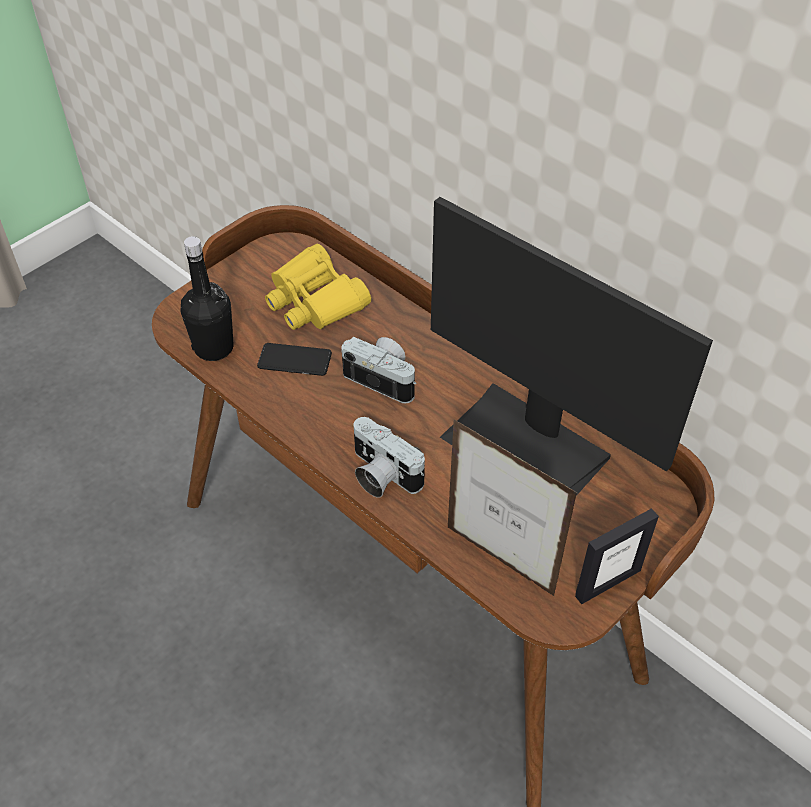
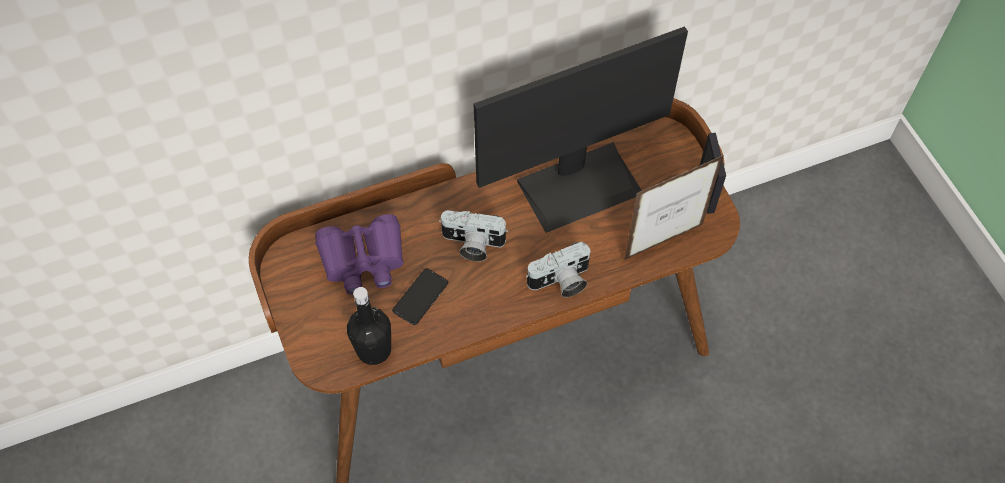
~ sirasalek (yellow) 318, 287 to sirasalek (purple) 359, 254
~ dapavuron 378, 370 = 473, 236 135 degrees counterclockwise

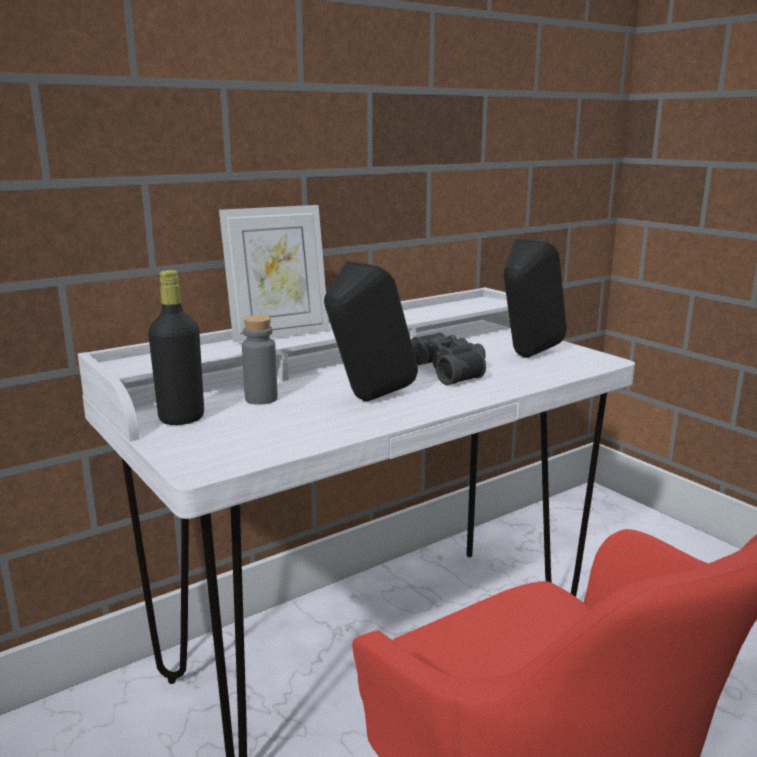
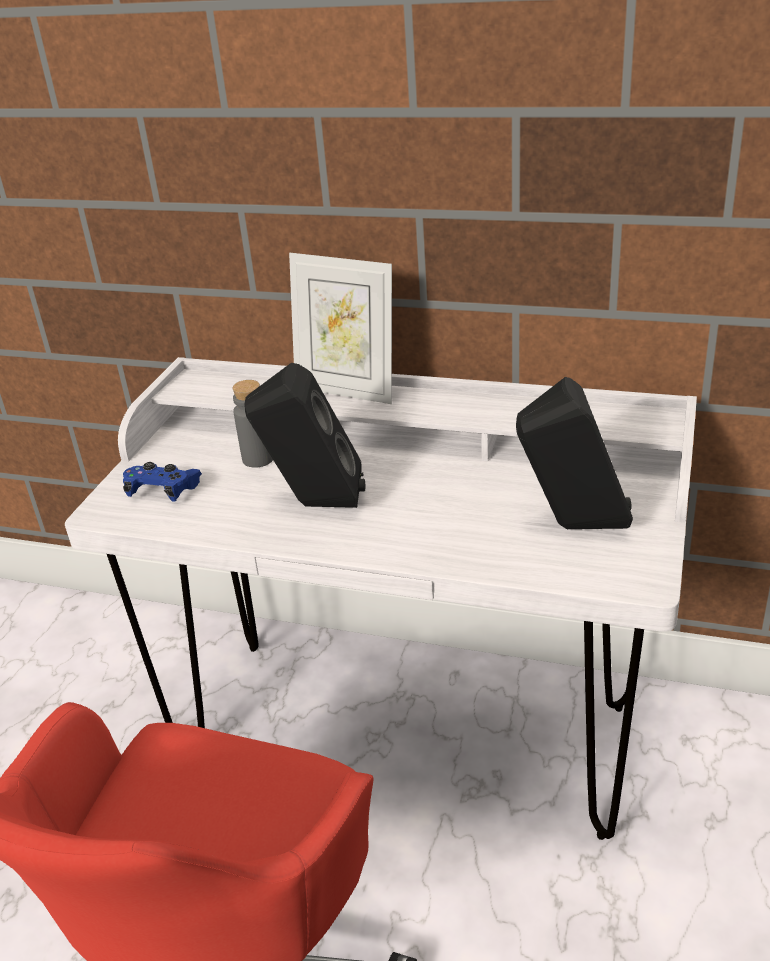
- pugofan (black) 176, 347
- sirasalek (black) 448, 358
+ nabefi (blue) 162, 481

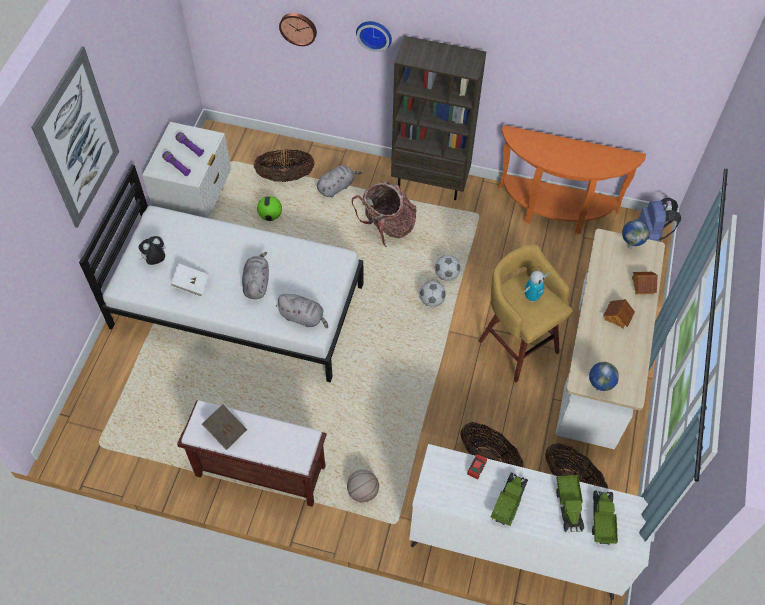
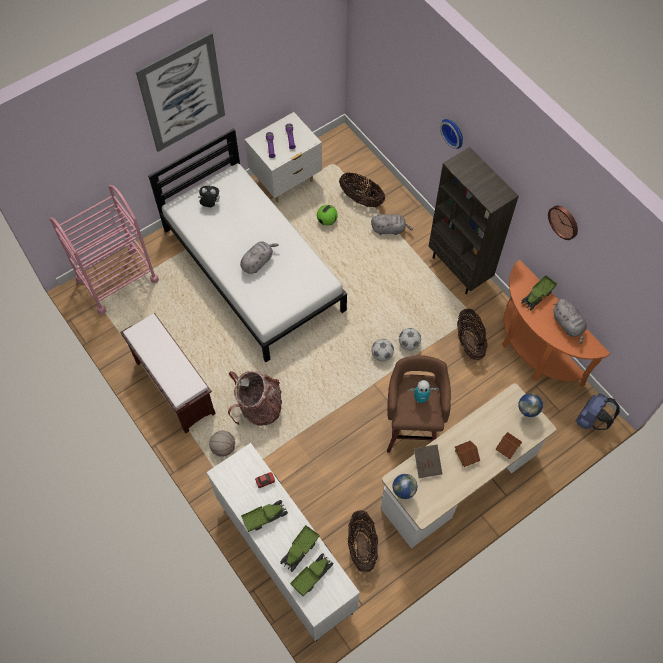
~ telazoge 298, 29 to 563, 222
~ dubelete 384, 214 to 255, 398
~ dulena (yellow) 526, 313 to dulena (brown) 419, 404
- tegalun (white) 190, 280
~ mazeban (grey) 301, 311 to 570, 321
~ tegalun (brown) 224, 427 to 428, 461
~ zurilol 492, 444 to 472, 334
+ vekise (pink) 104, 250
+ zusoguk 539, 293

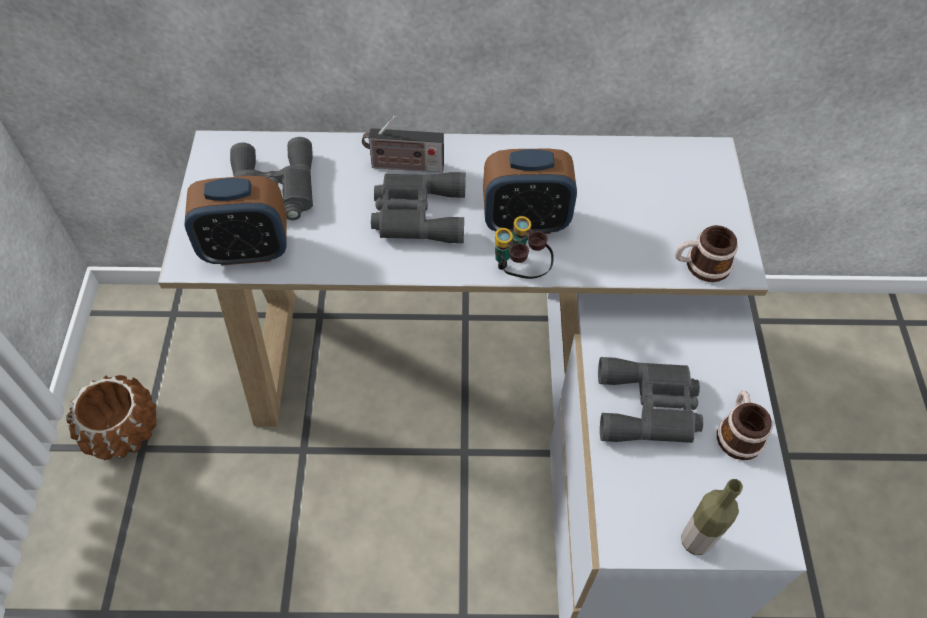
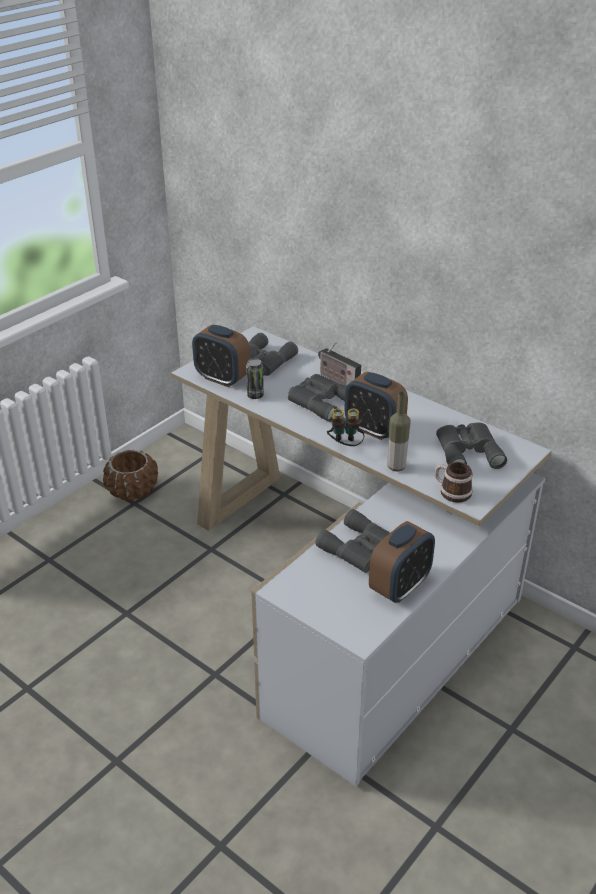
~ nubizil 744, 425 to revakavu 402, 562
~ pugofan 712, 517 to 399, 431
+ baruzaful 255, 378
+ sirasalek (grey) 471, 445

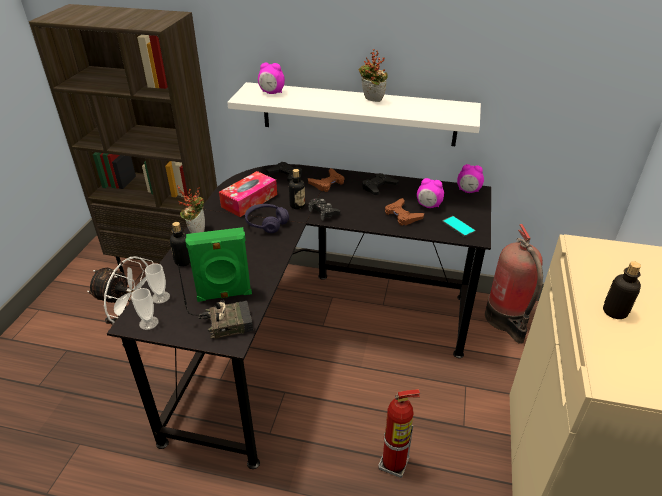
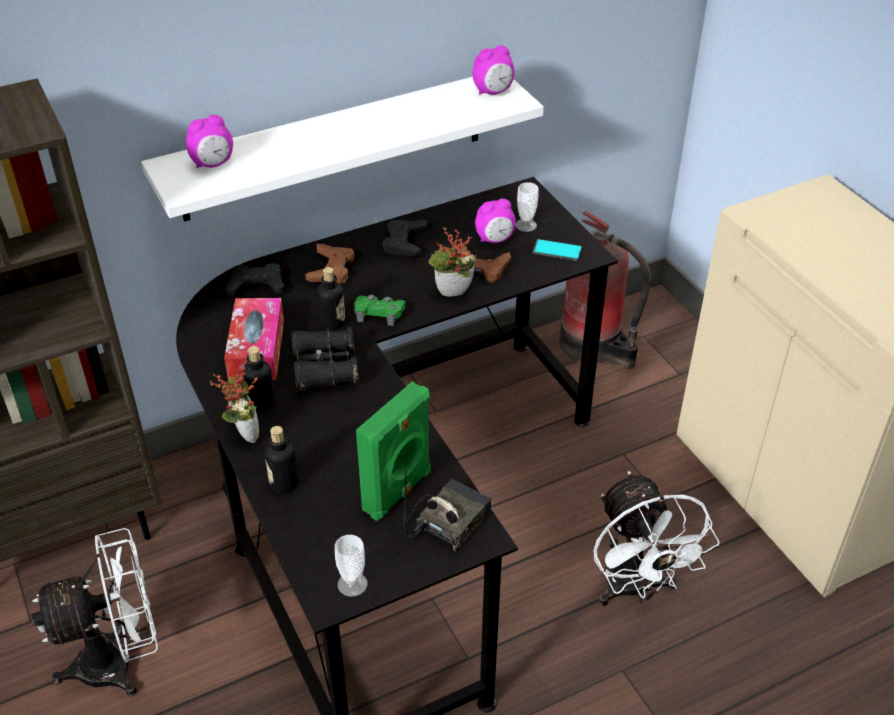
~ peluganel 373, 75 to 452, 262
~ revakavu 470, 178 to 493, 70
~ nabefi (black) 324, 209 to nabefi (green) 379, 310
~ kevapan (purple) 267, 218 to sirasalek (black) 325, 359
~ pugofan 622, 290 to 259, 378
~ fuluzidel 157, 284 to 527, 207
~ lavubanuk 399, 433 to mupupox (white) 657, 539

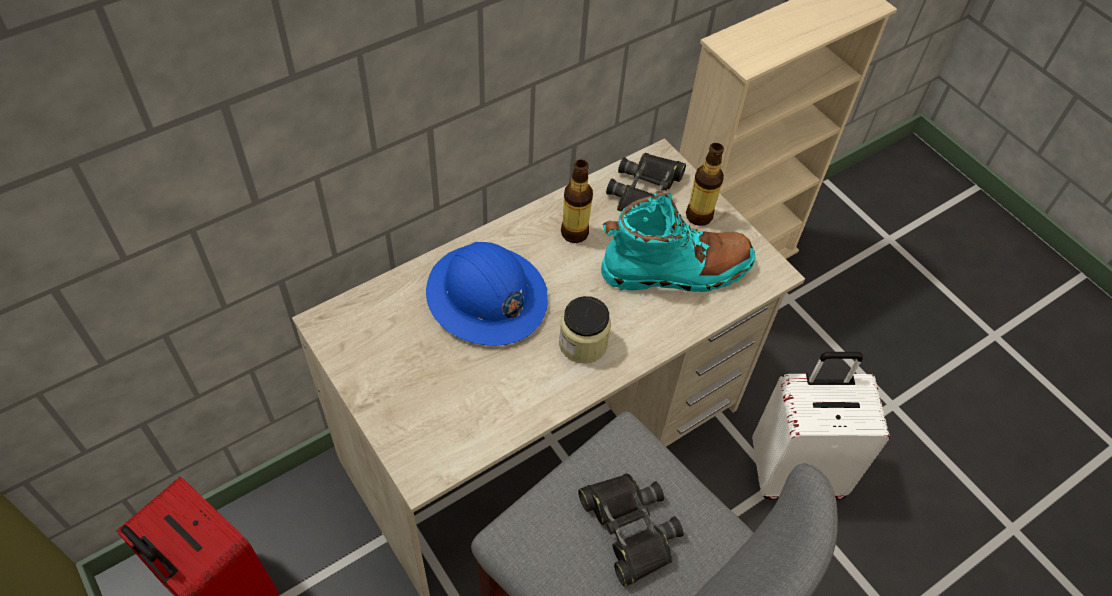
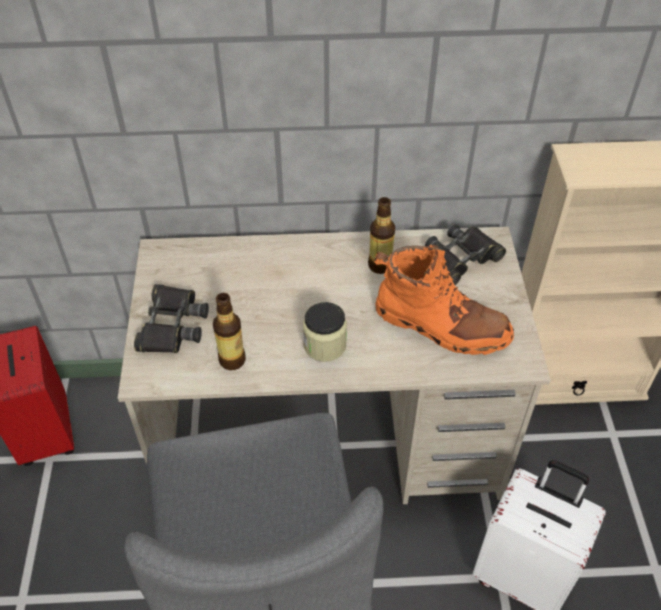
~ pugofan 705, 184 to 229, 331
~ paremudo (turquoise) 678, 241 to paremudo (orange) 444, 300
- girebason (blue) 487, 294
~ sirasalek (black) 631, 530 to 171, 318

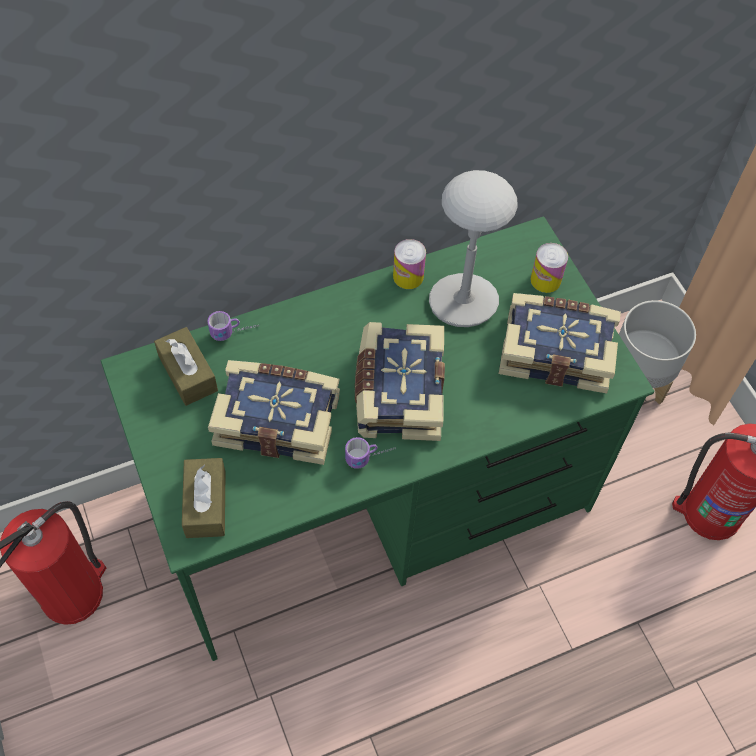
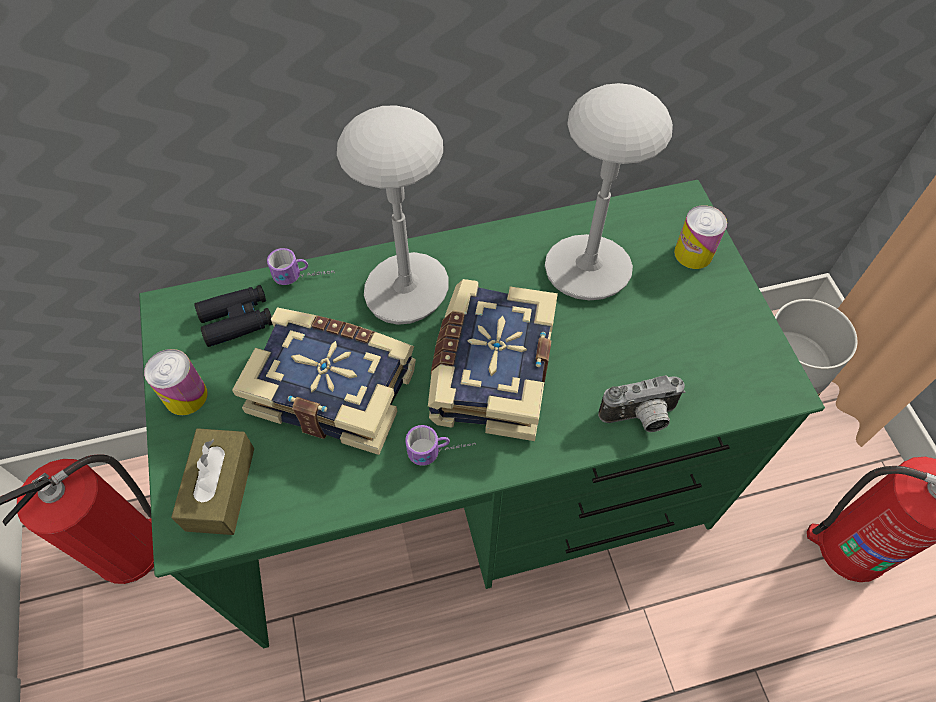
~ baruzaful 409, 264 to 176, 382
- tegalun 559, 343
~ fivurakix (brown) 186, 366 to sirasalek (black) 233, 316
+ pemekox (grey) 393, 215
+ dapavuron 641, 403

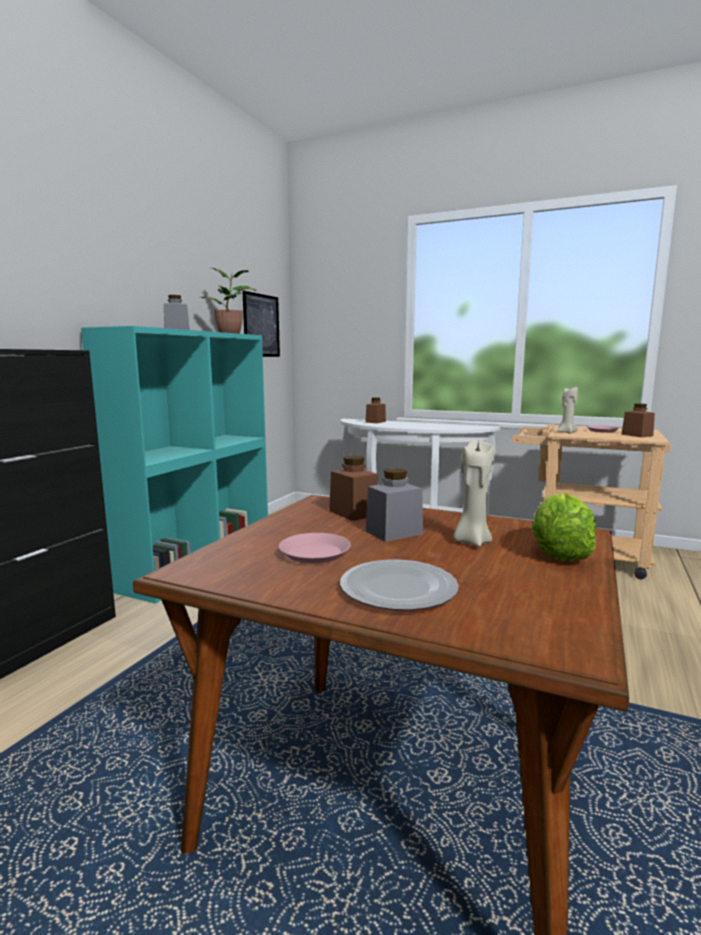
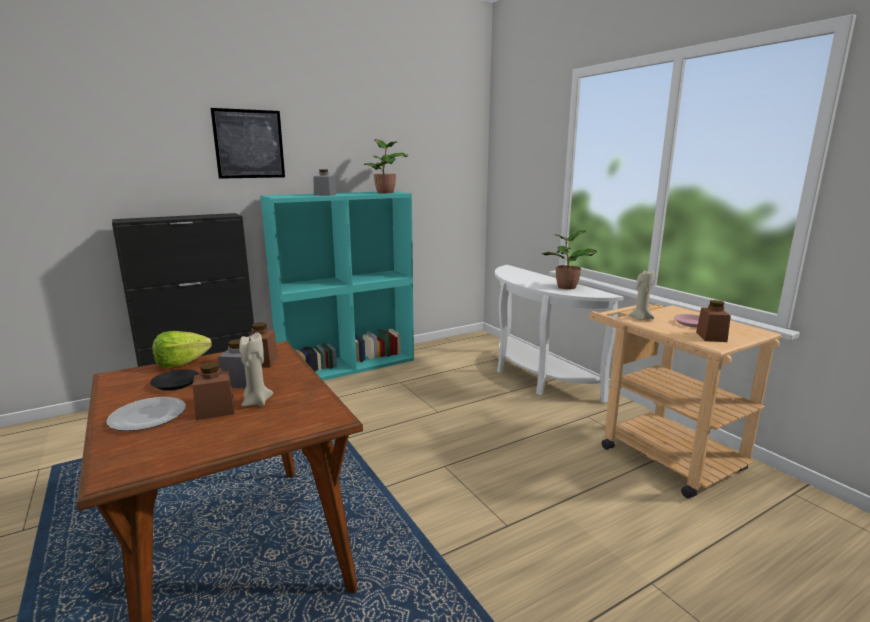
~ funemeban 261, 324 to 247, 143
~ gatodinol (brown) 375, 410 to 214, 391
~ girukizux 563, 527 to 182, 349
~ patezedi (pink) 315, 548 to patezedi (black) 174, 380
+ peluganel 569, 259

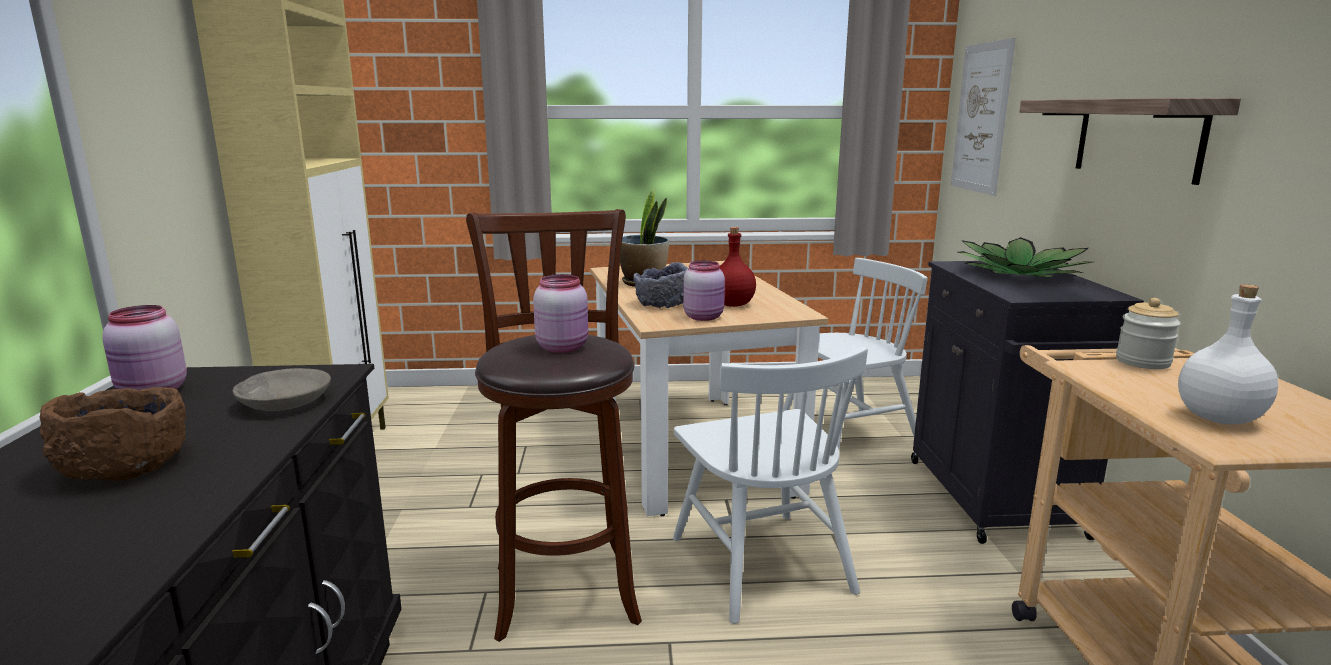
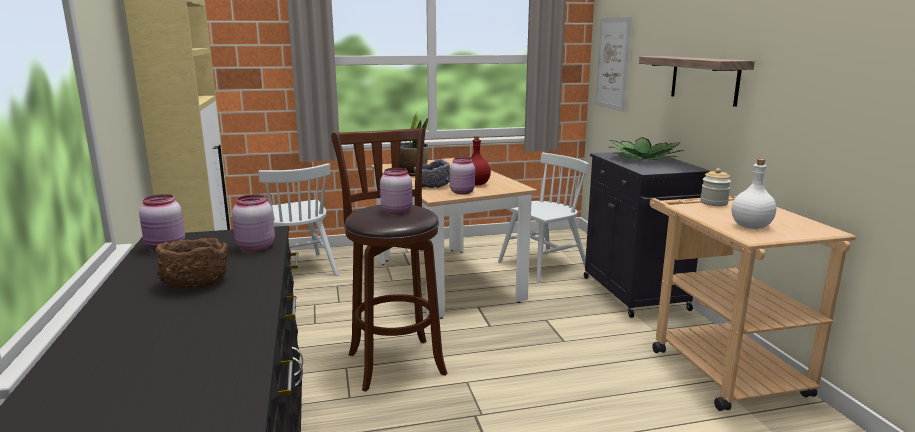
~ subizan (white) 770, 485 to 299, 219
~ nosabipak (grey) 281, 389 to gatodinol (pink) 253, 222

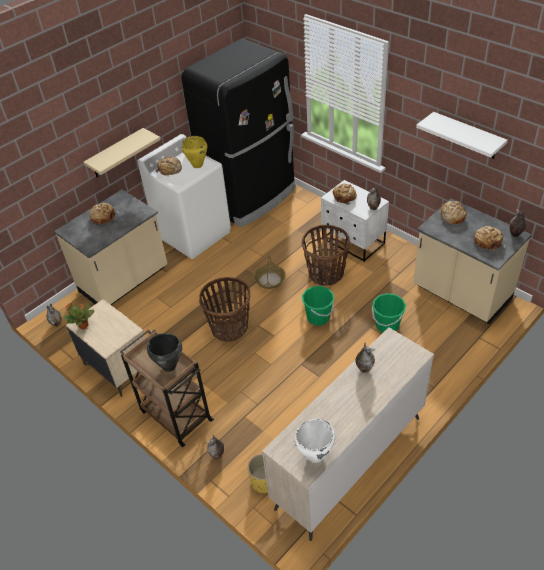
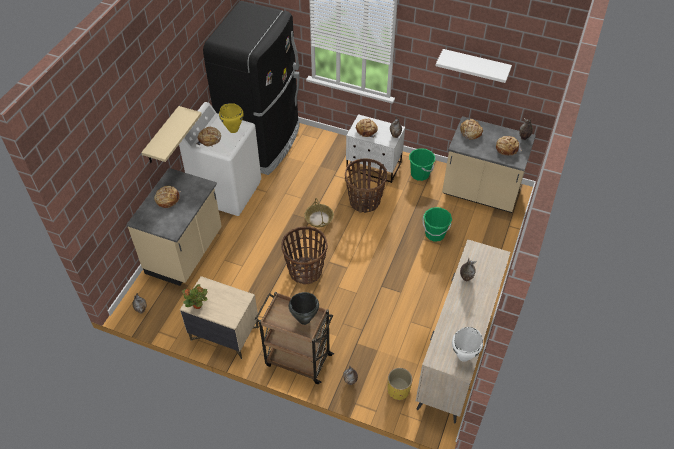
~ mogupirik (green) 318, 306 to 422, 164

